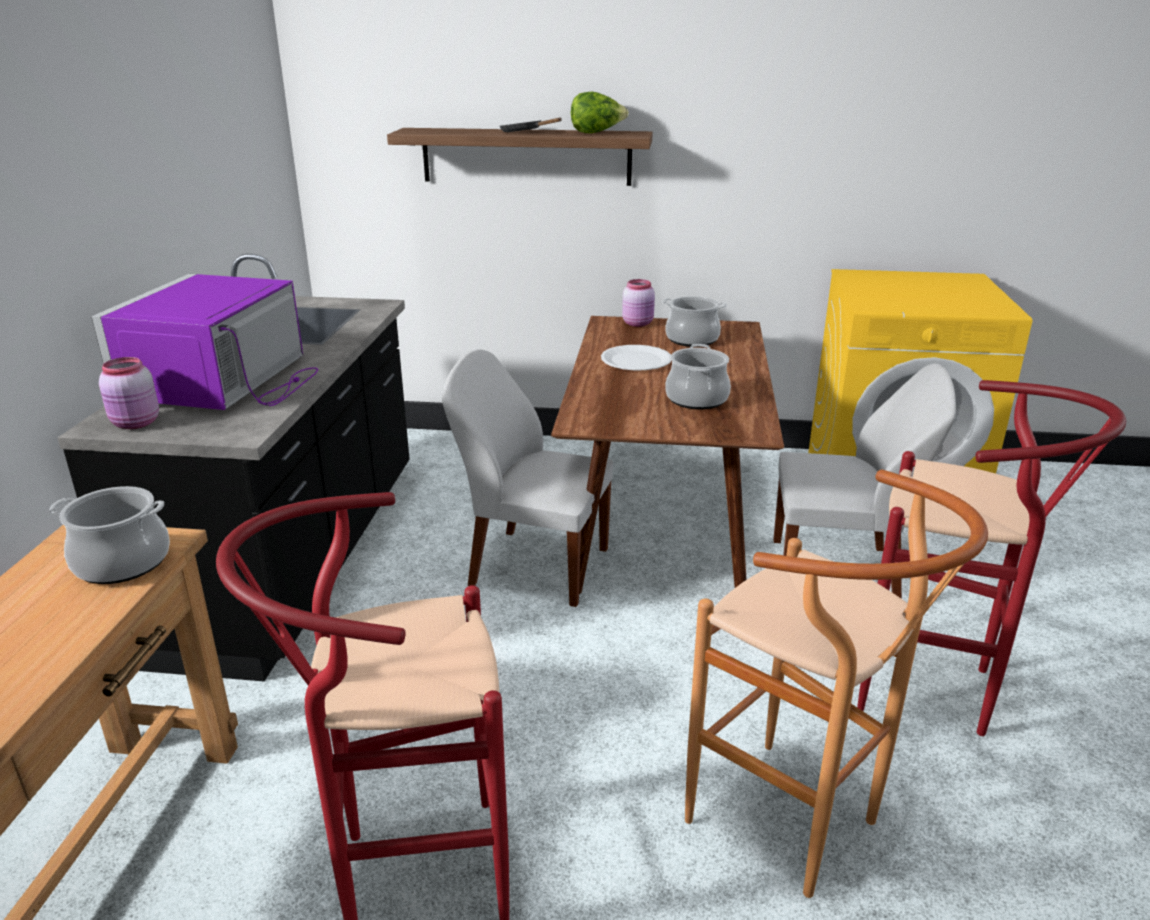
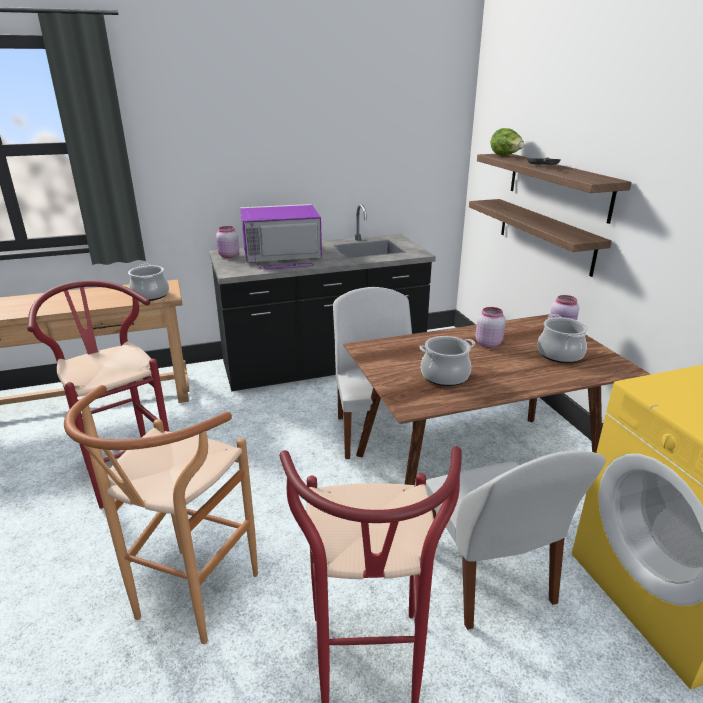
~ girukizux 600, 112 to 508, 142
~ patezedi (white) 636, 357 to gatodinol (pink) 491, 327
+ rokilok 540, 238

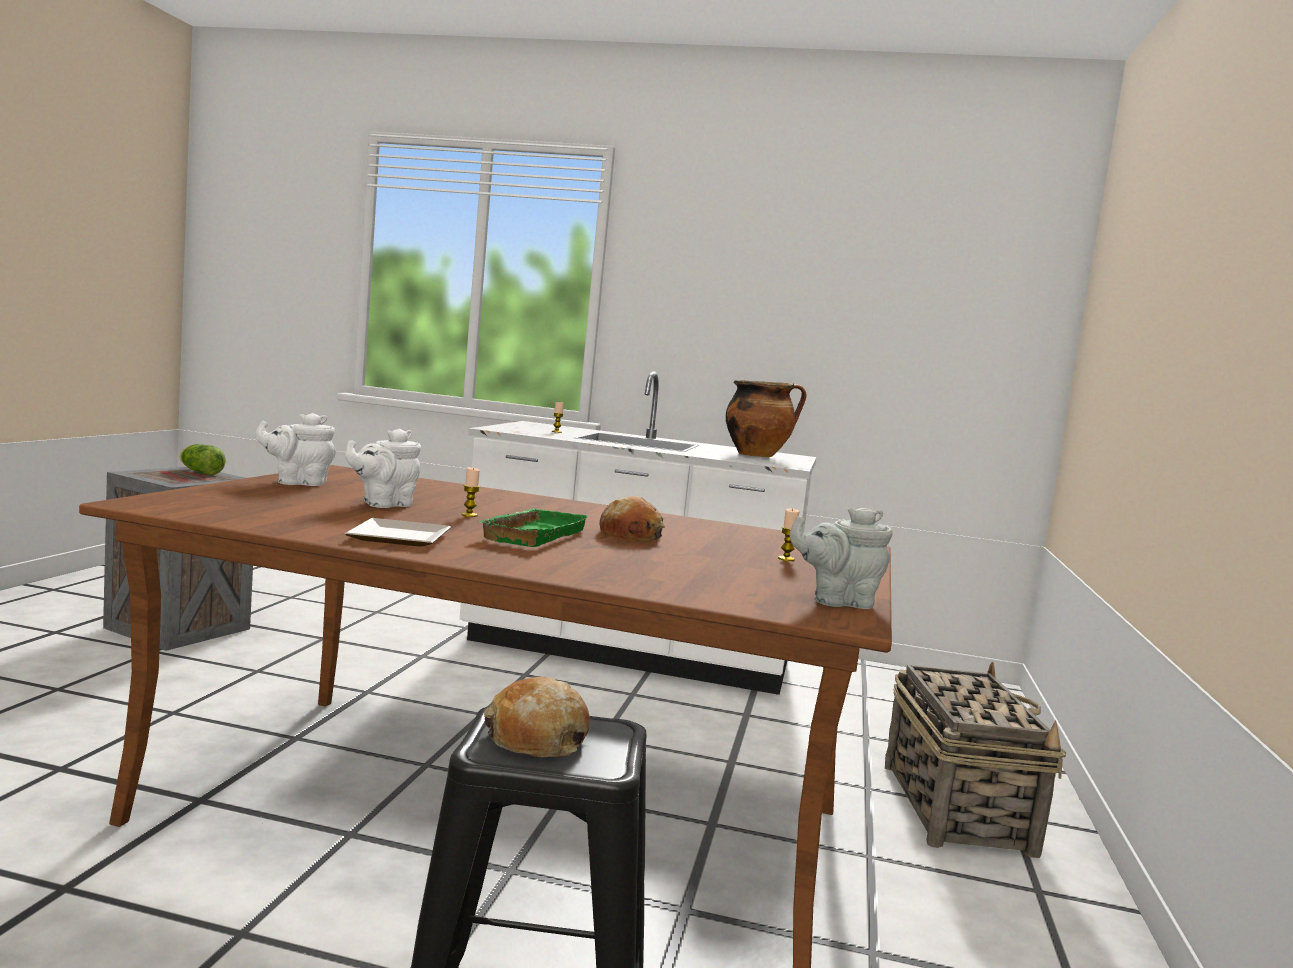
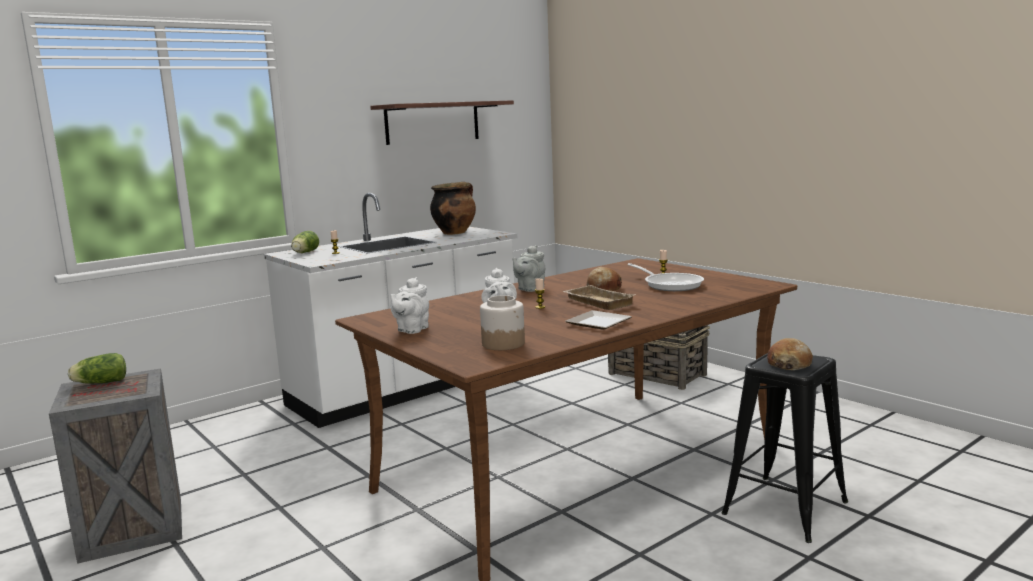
~ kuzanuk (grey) 841, 558 to 528, 268
~ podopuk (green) 533, 528 to podopuk (beige) 599, 297
+ rokilok 442, 122
+ girukizux 305, 242
+ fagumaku 665, 277
+ gatodinol 502, 322

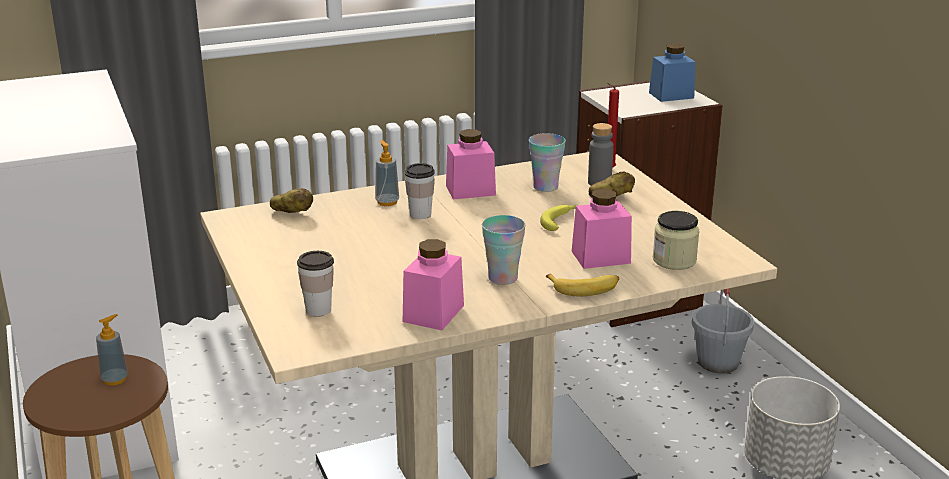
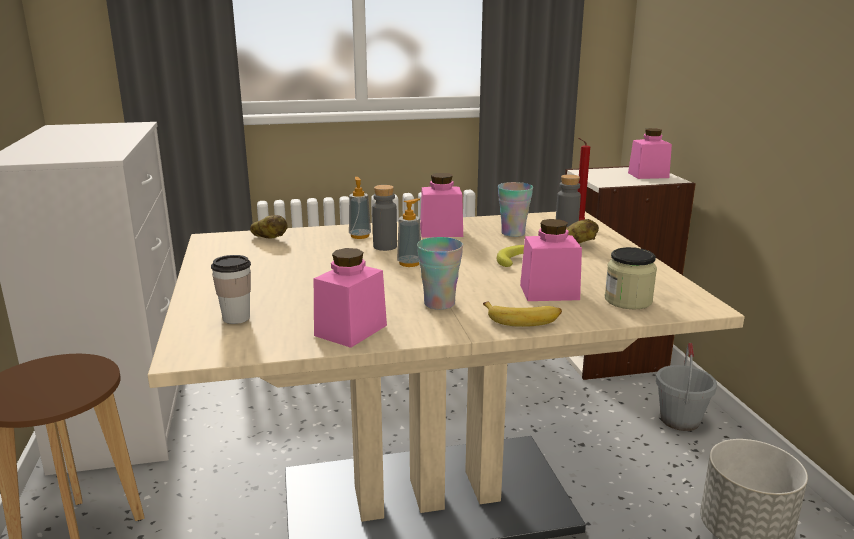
~ gatodinol (blue) 672, 72 to gatodinol (pink) 650, 153
~ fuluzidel 420, 191 to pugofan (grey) 384, 218
~ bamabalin 112, 349 to 409, 233

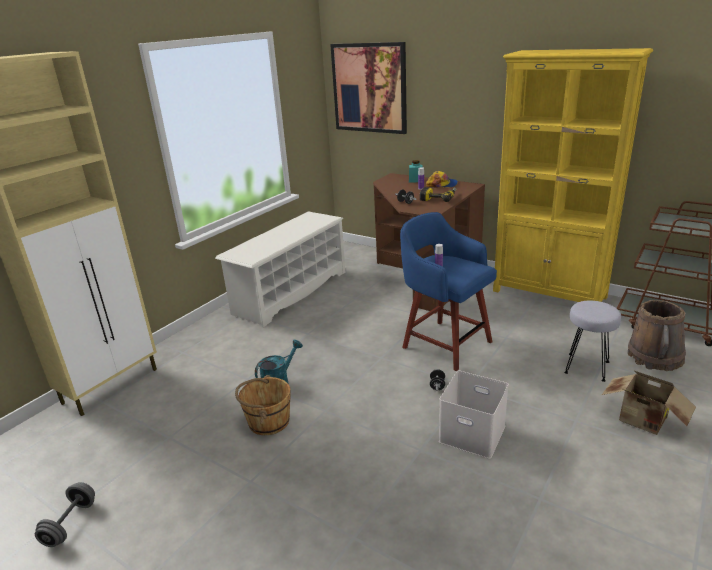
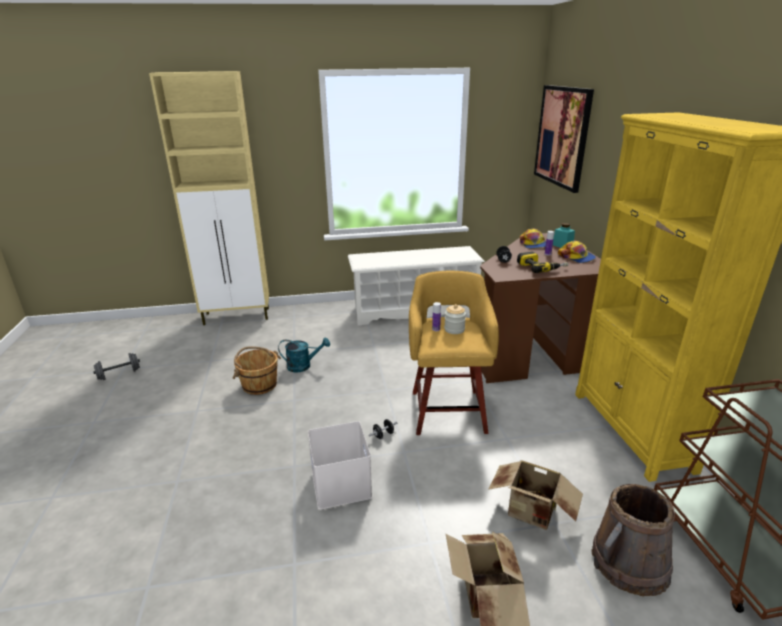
~ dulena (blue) 448, 291 to dulena (yellow) 454, 353
~ dulena (grey) 592, 341 to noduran 535, 495
+ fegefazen 533, 239
+ gatodinol 455, 319

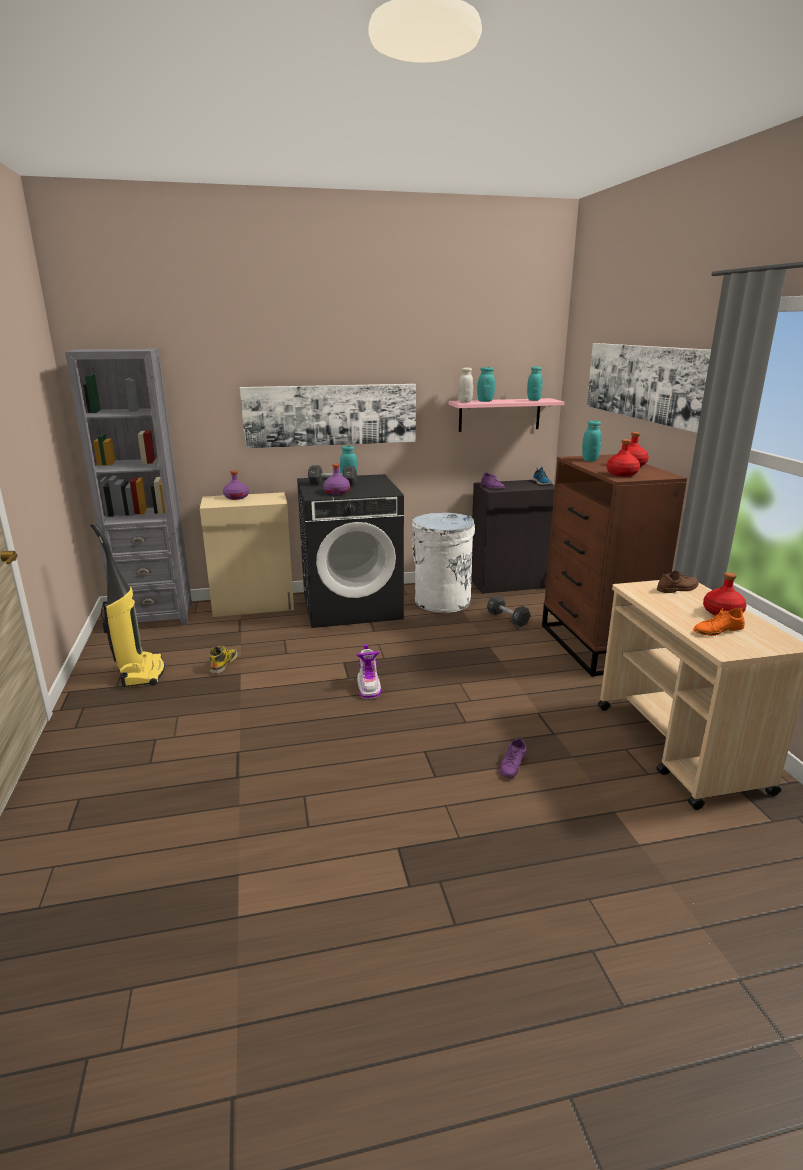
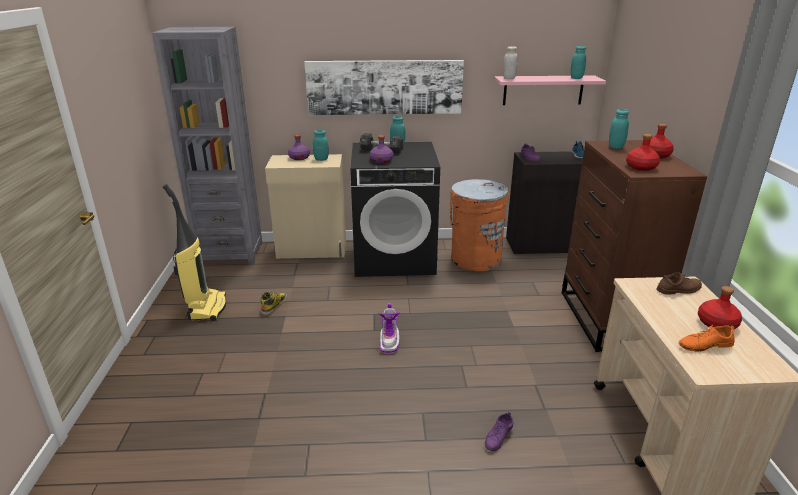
- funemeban 648, 388
~ gatodinol (turquoise) 486, 384 to 321, 145
~ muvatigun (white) 443, 563 to muvatigun (orange) 479, 225
- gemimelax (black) 509, 611

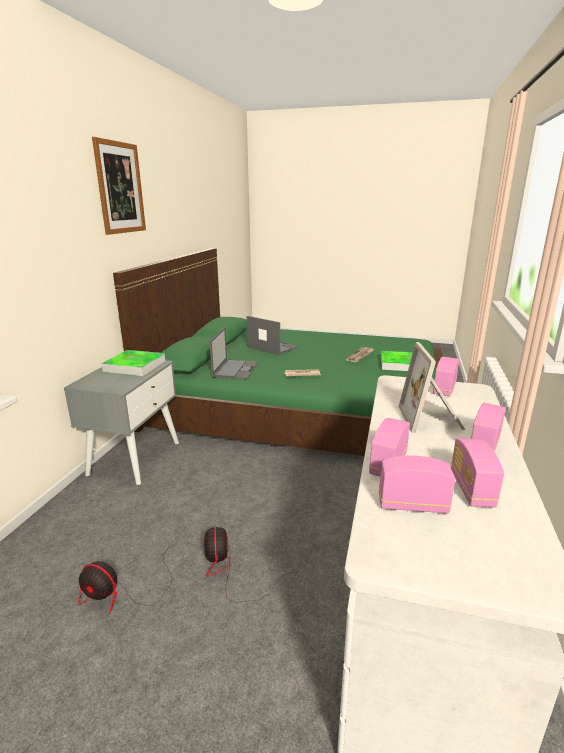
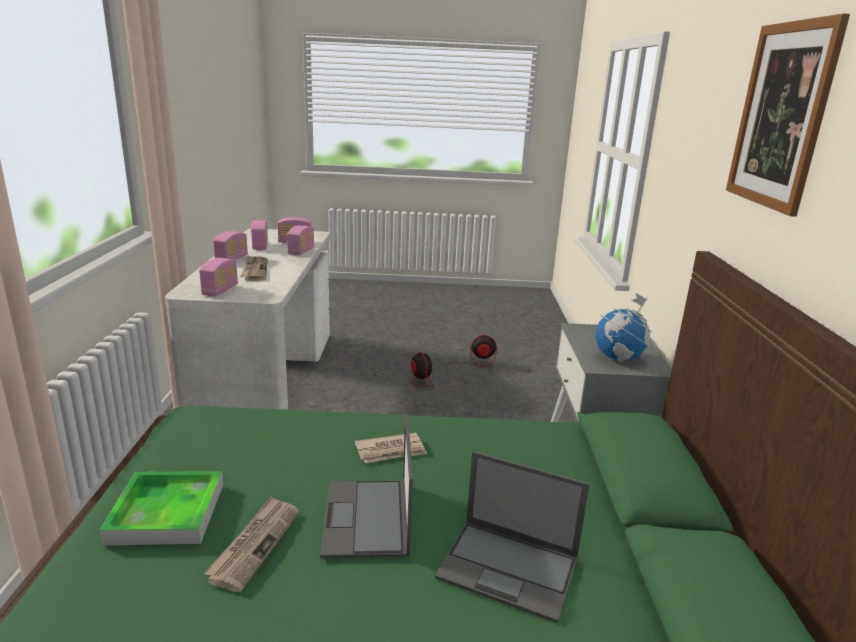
~ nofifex 234, 353 to 366, 486
~ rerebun 432, 387 to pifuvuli 254, 268
~ podopuk 133, 363 to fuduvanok 623, 327

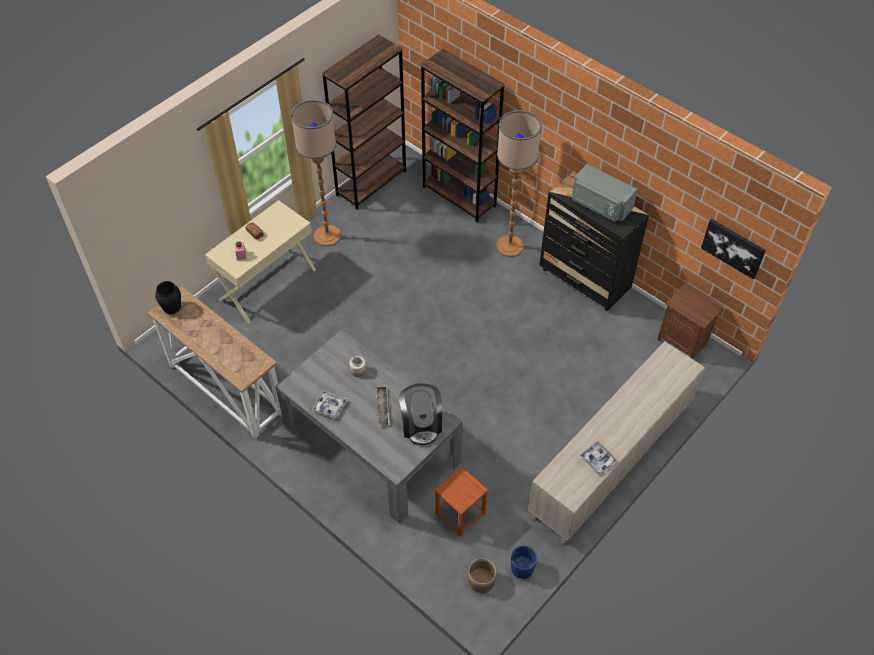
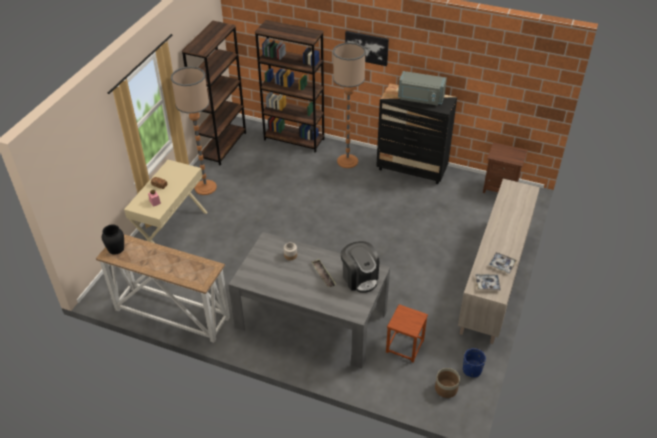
~ funemeban 733, 249 to 367, 48
~ podopuk 330, 404 to 488, 282

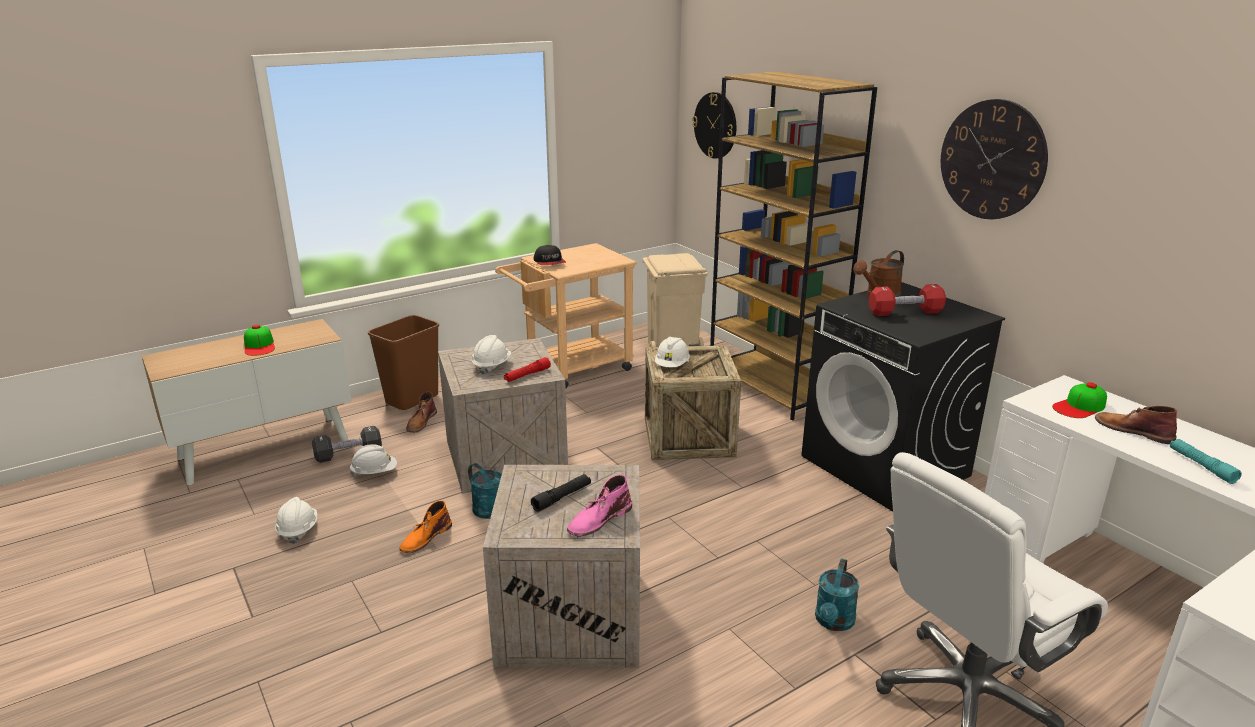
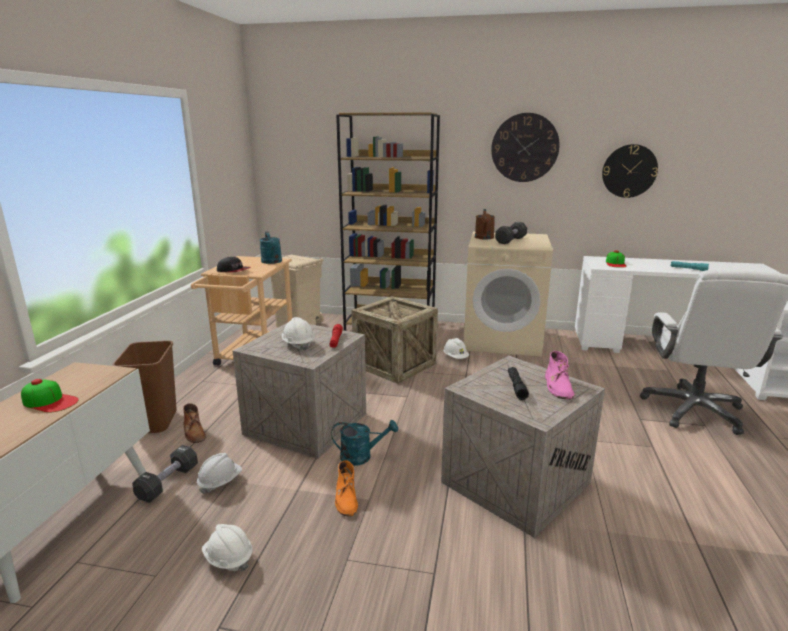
~ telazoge 714, 125 to 630, 171
~ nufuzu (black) 903, 396 to nufuzu (beige) 508, 294
~ gemimelax (red) 907, 300 to gemimelax (black) 511, 233
~ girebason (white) 672, 351 to 456, 348
- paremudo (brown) 1136, 425
~ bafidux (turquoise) 837, 595 to 271, 247

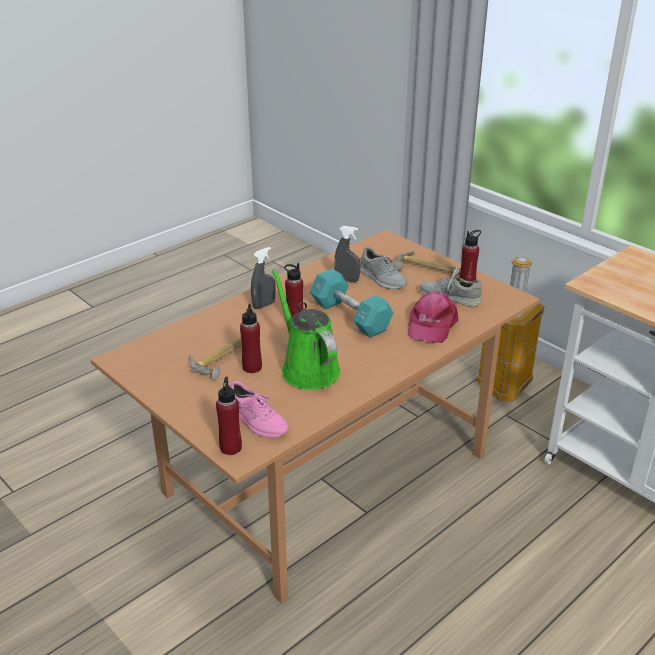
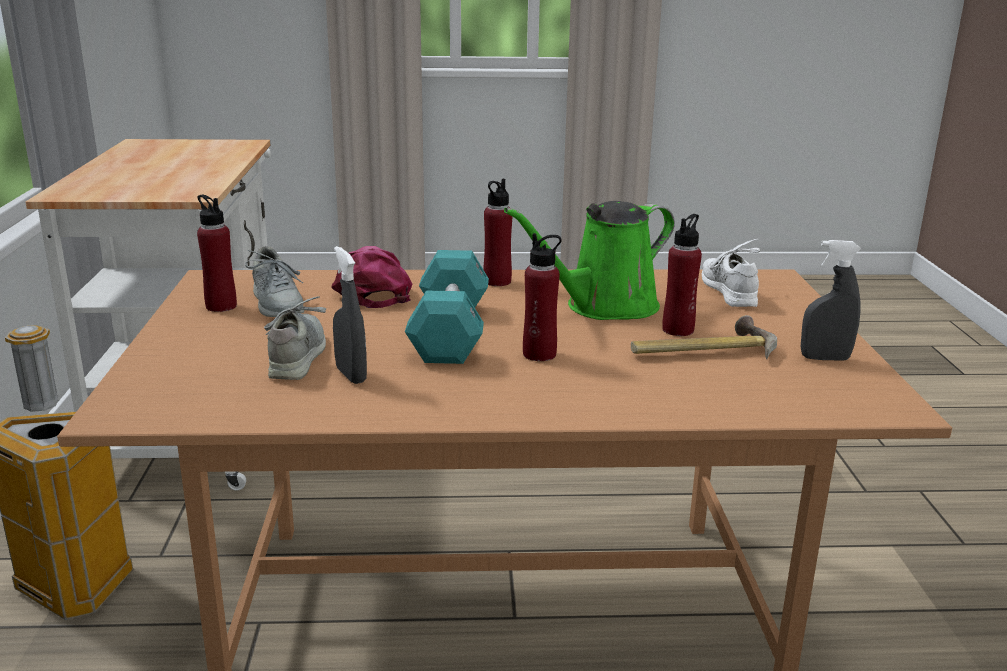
~ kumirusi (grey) 263, 278 to 831, 300
- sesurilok 427, 262
~ bafidux (green) 306, 329 = 589, 260 45 degrees clockwise
~ fegefazen (pink) 433, 317 = 371, 277 75 degrees counterclockwise
~ pugofan (red) 229, 416 to 497, 232
~ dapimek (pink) 259, 409 to dapimek (white) 731, 273

